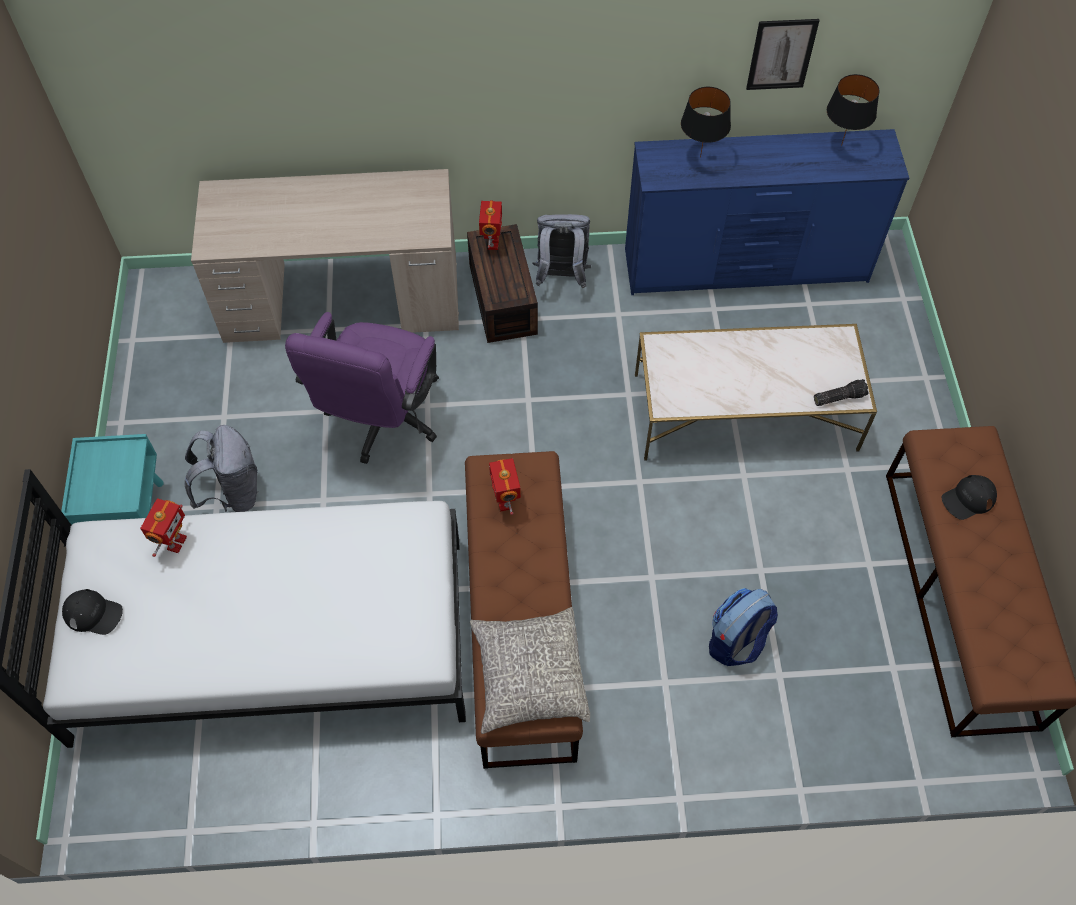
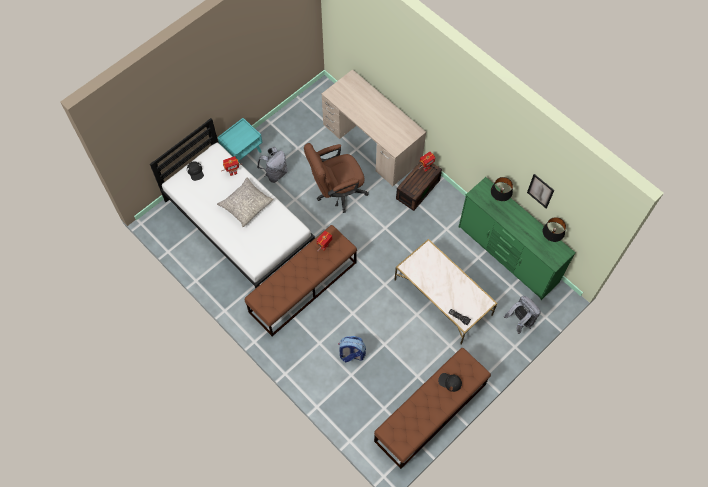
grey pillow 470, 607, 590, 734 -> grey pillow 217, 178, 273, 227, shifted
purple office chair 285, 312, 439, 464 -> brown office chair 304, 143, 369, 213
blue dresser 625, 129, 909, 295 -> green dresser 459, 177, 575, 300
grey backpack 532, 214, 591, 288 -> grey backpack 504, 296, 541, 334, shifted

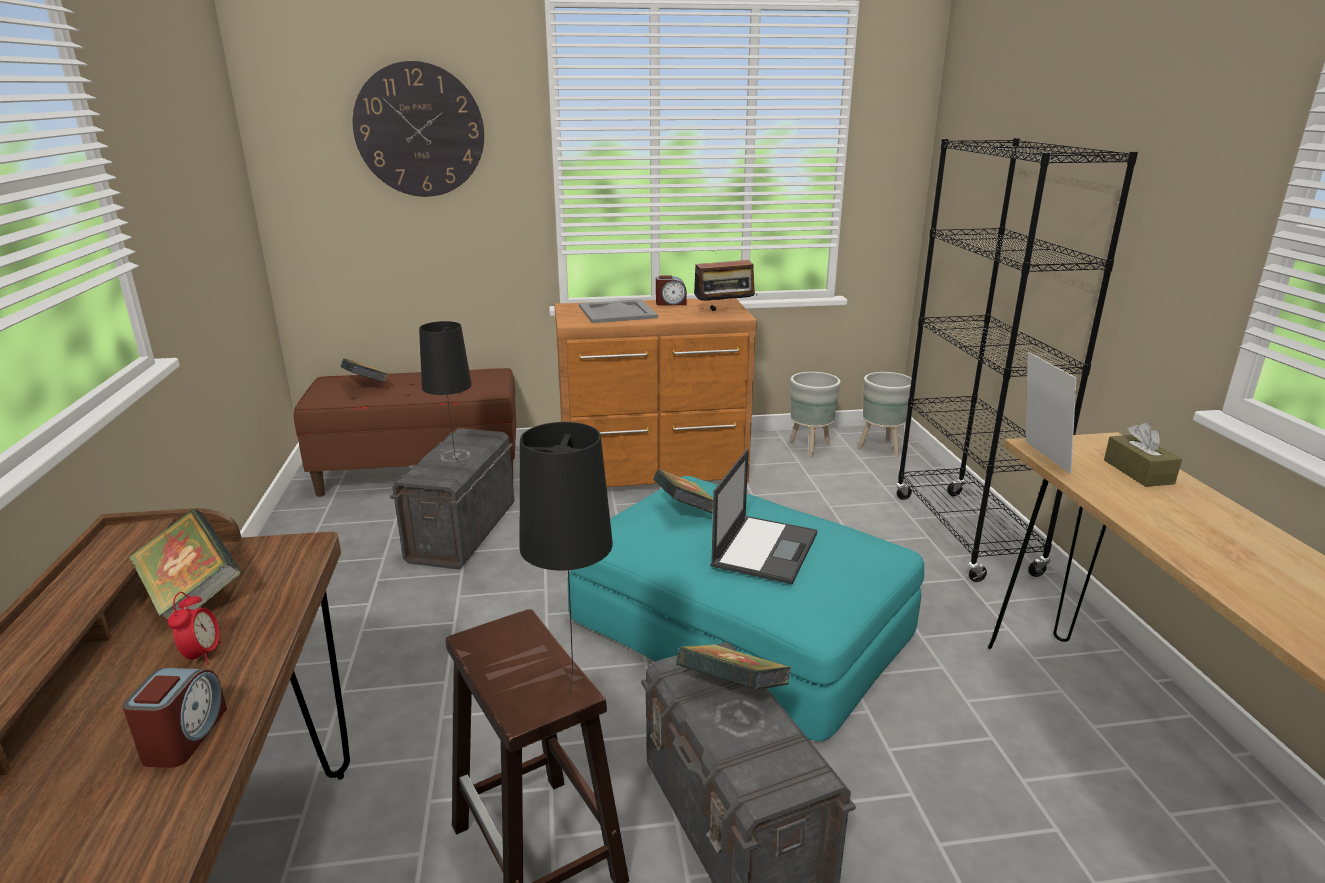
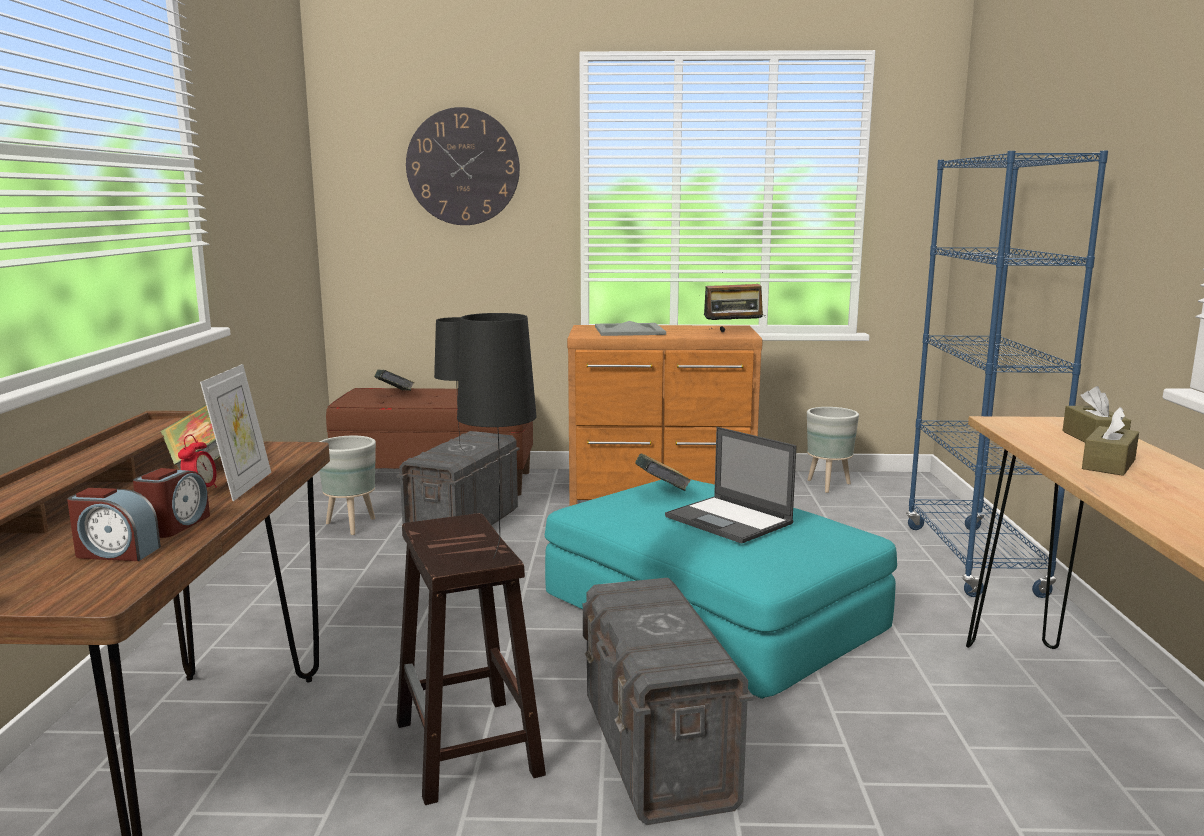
alarm clock 656, 276, 687, 306 -> alarm clock 67, 488, 161, 561, shifted
picture frame 1026, 352, 1076, 474 -> picture frame 200, 364, 271, 501, shifted
grey planter 858, 372, 912, 457 -> grey planter 319, 436, 376, 535, shifted
laptop 711, 449, 817, 584 -> laptop 665, 427, 797, 544, 105 degrees clockwise
black bookcase 895, 138, 1138, 582 -> blue bookcase 906, 151, 1108, 598
none -> brown tissue box 1082, 407, 1139, 476
book 676, 644, 791, 689 -> none

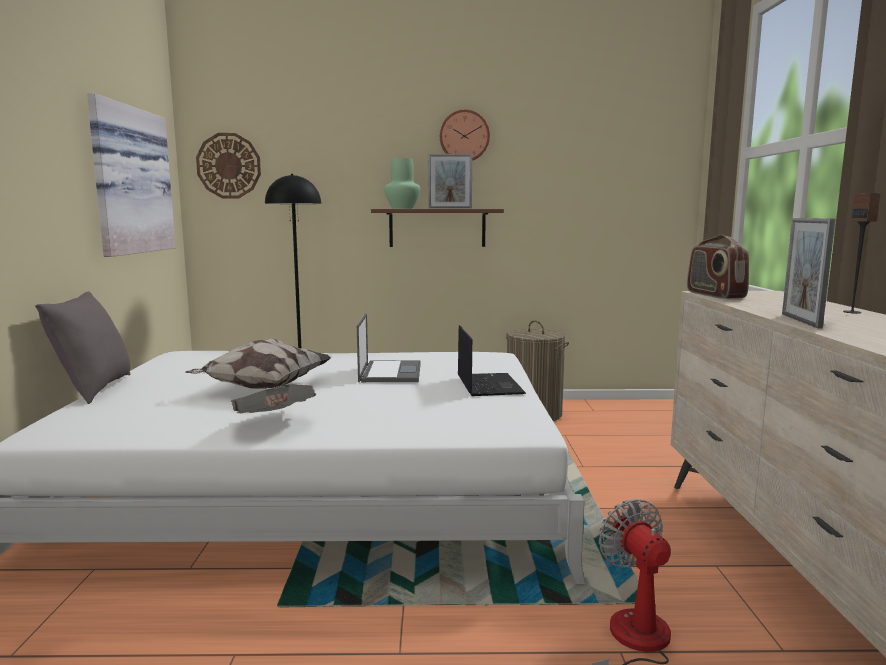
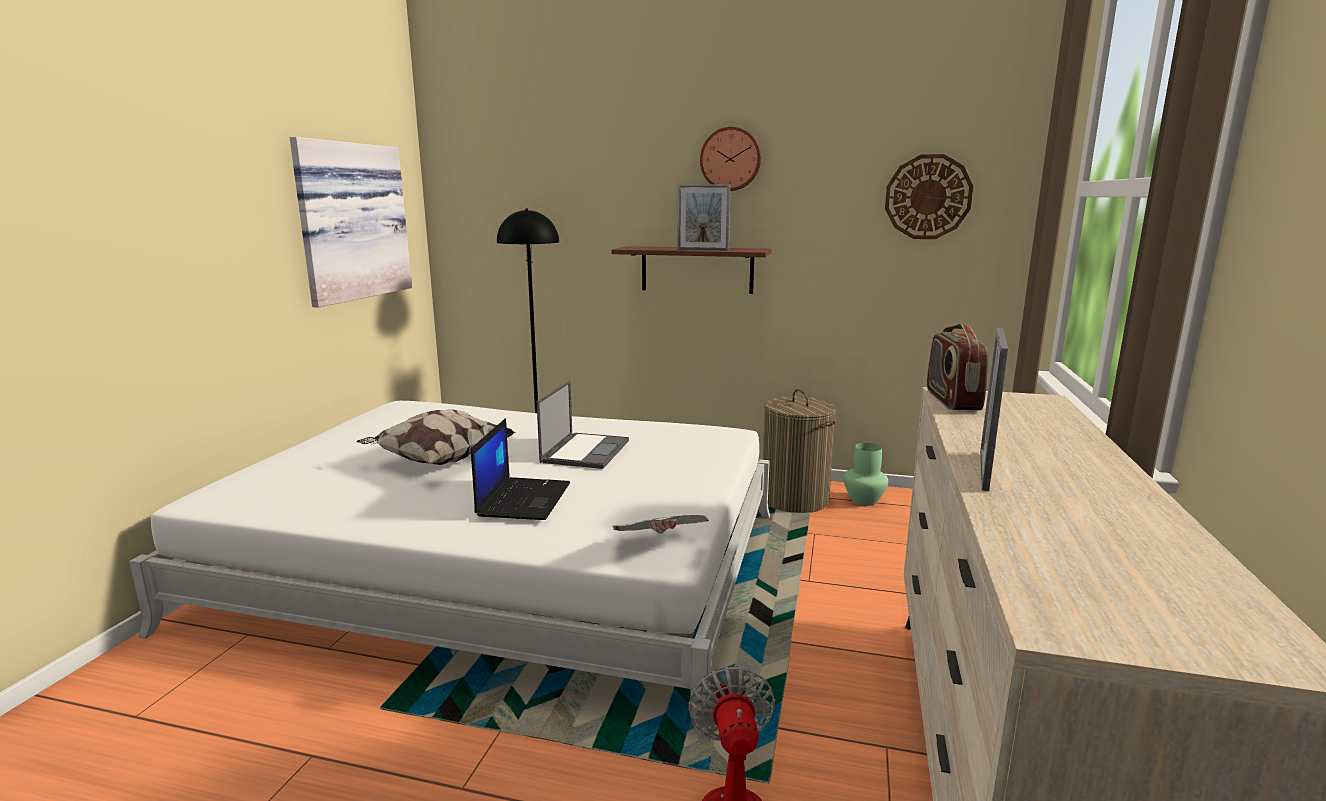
laptop 458, 325, 526, 396 -> laptop 471, 418, 570, 520, shifted
newspaper 231, 384, 316, 413 -> newspaper 612, 515, 709, 534, shifted
green vase 384, 158, 421, 209 -> green vase 844, 443, 888, 506, shifted
wall clock 196, 133, 261, 198 -> wall clock 885, 154, 973, 239, shifted
grey pillow 35, 291, 131, 404 -> none
speaker 843, 193, 881, 314 -> none

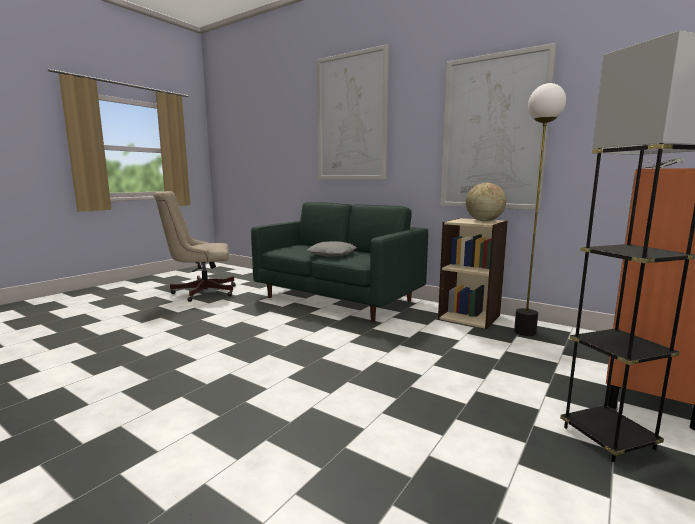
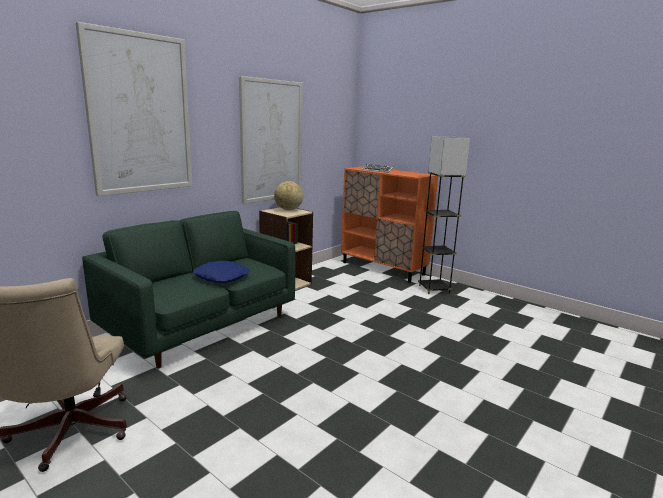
grey pillow 307, 241, 357, 257 -> blue pillow 193, 261, 250, 283
floor lamp 514, 83, 566, 336 -> none

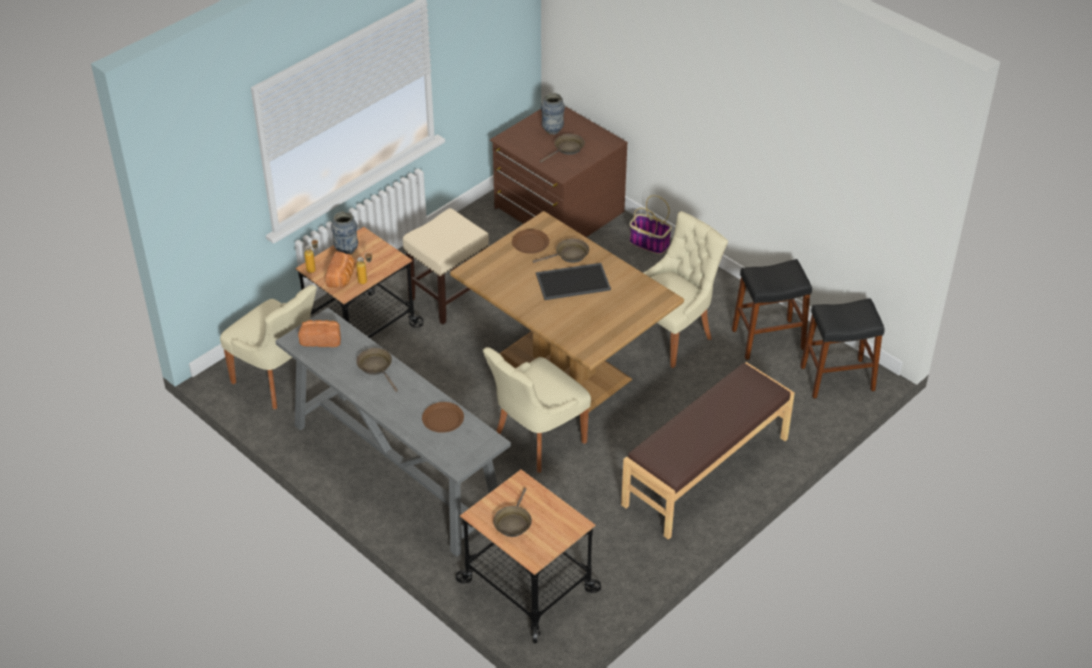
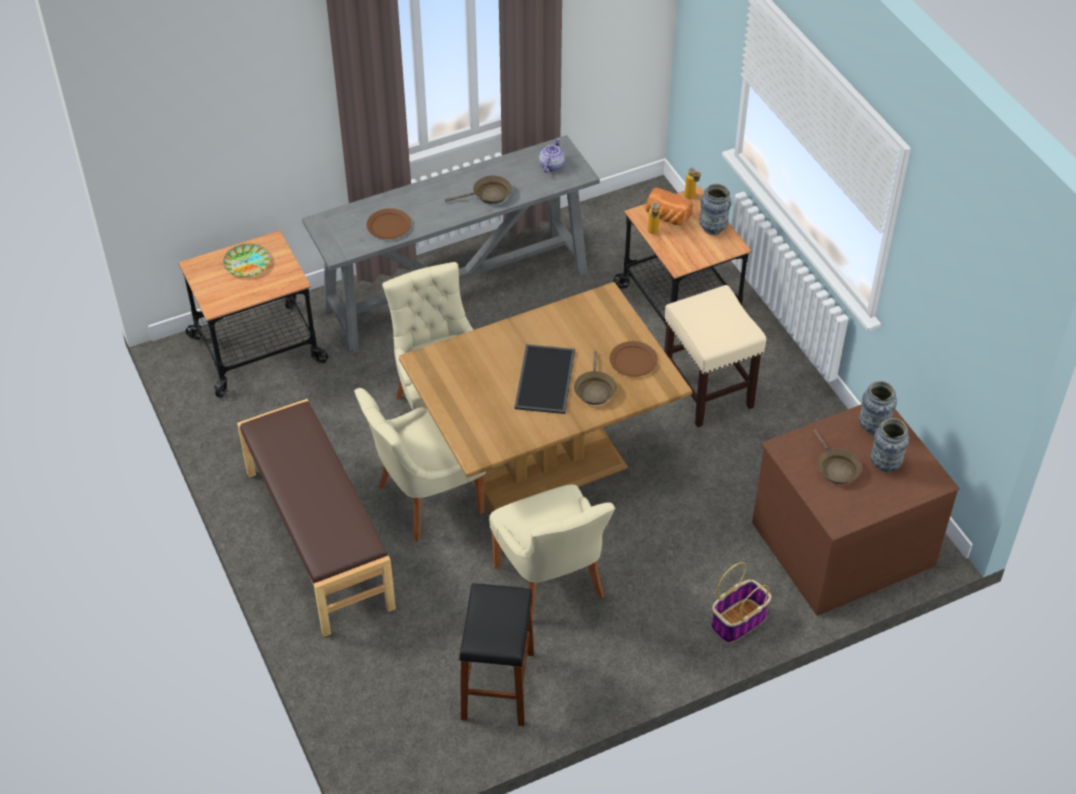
brown frying pan 493, 488, 532, 537 -> plate 223, 244, 270, 277
beige chair 220, 285, 317, 409 -> beige chair 354, 388, 486, 541, shifted
bread 298, 320, 341, 347 -> teapot 539, 138, 565, 173
none -> vase 859, 381, 897, 435
black stool 800, 298, 885, 399 -> none

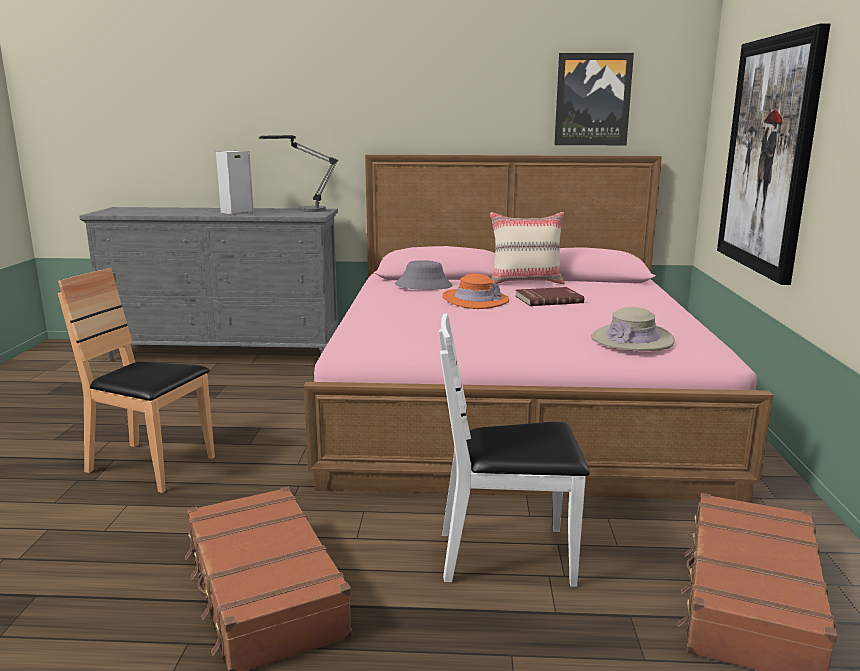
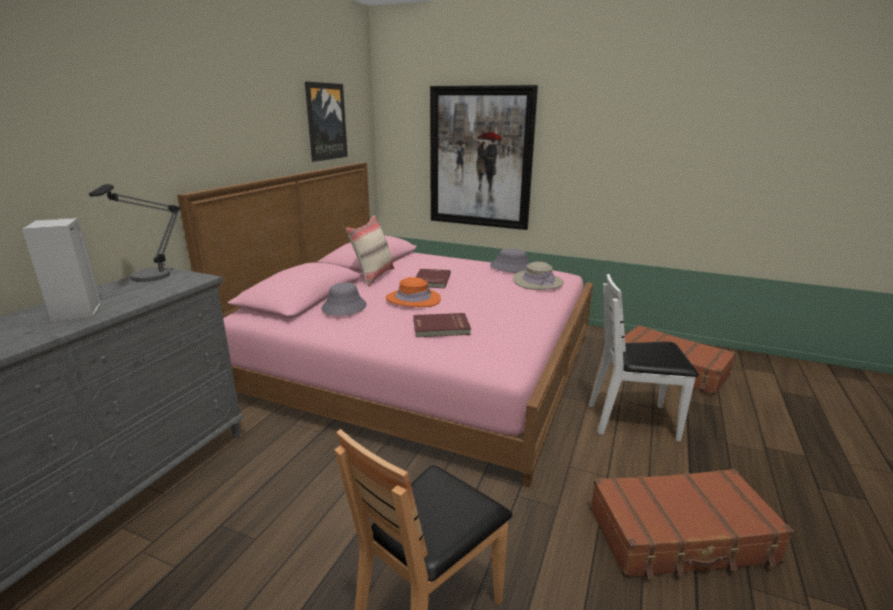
none -> red book 413, 313, 471, 337
none -> grey hat 490, 249, 529, 273
white chair 439, 313, 590, 587 -> white chair 589, 274, 699, 441, 75 degrees clockwise

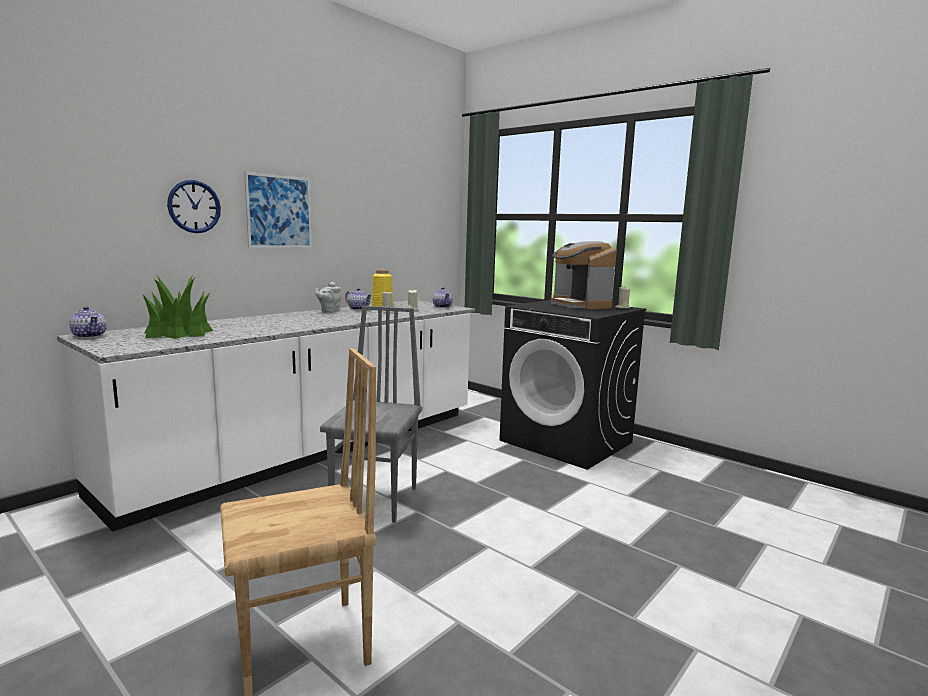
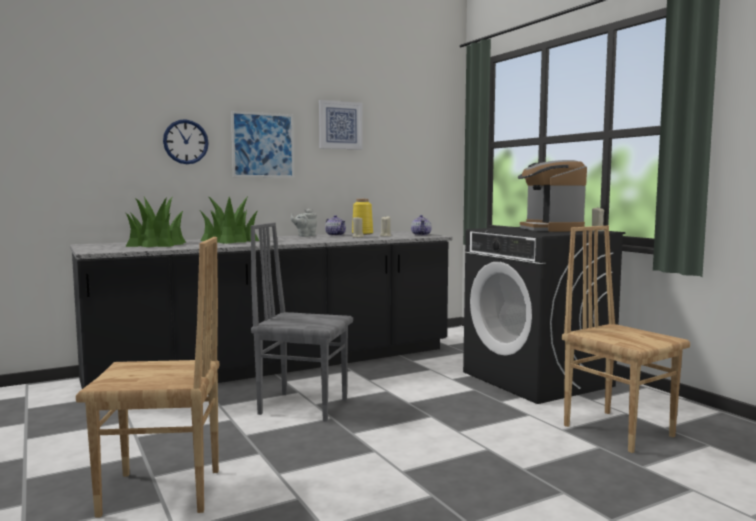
white counter 57, 300, 475, 532 -> black counter 70, 231, 452, 389
none -> potted plant 200, 196, 259, 244
grey chair 320, 306, 422, 523 -> grey chair 251, 223, 353, 422, 105 degrees counterclockwise
none -> picture 319, 100, 363, 150
none -> brown chair 562, 226, 690, 453
teapot 69, 306, 107, 338 -> none

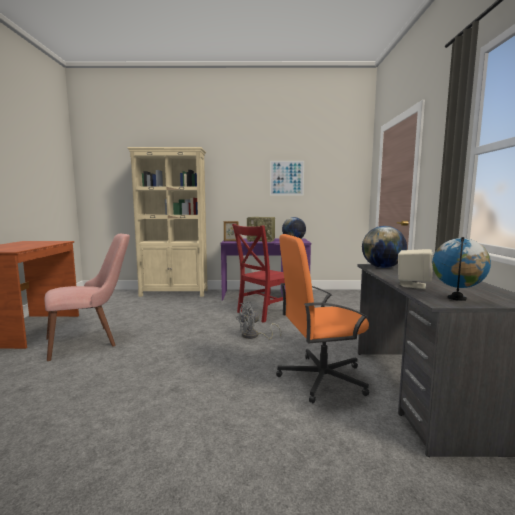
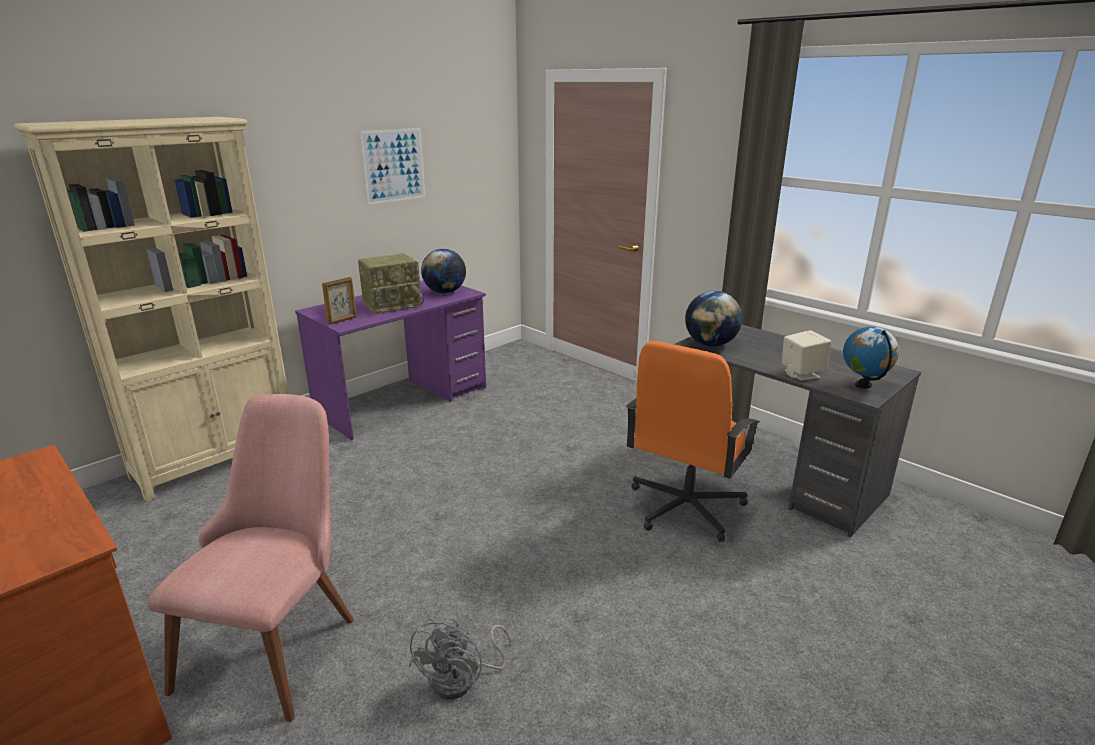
grey fan 236, 301, 281, 339 -> grey fan 409, 617, 512, 700, shifted
red chair 232, 224, 286, 323 -> none

